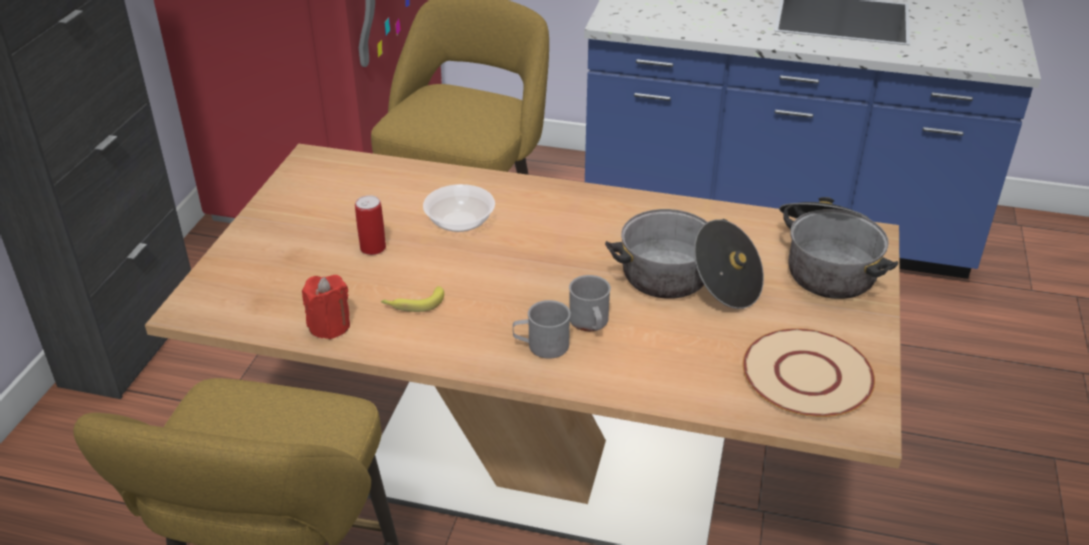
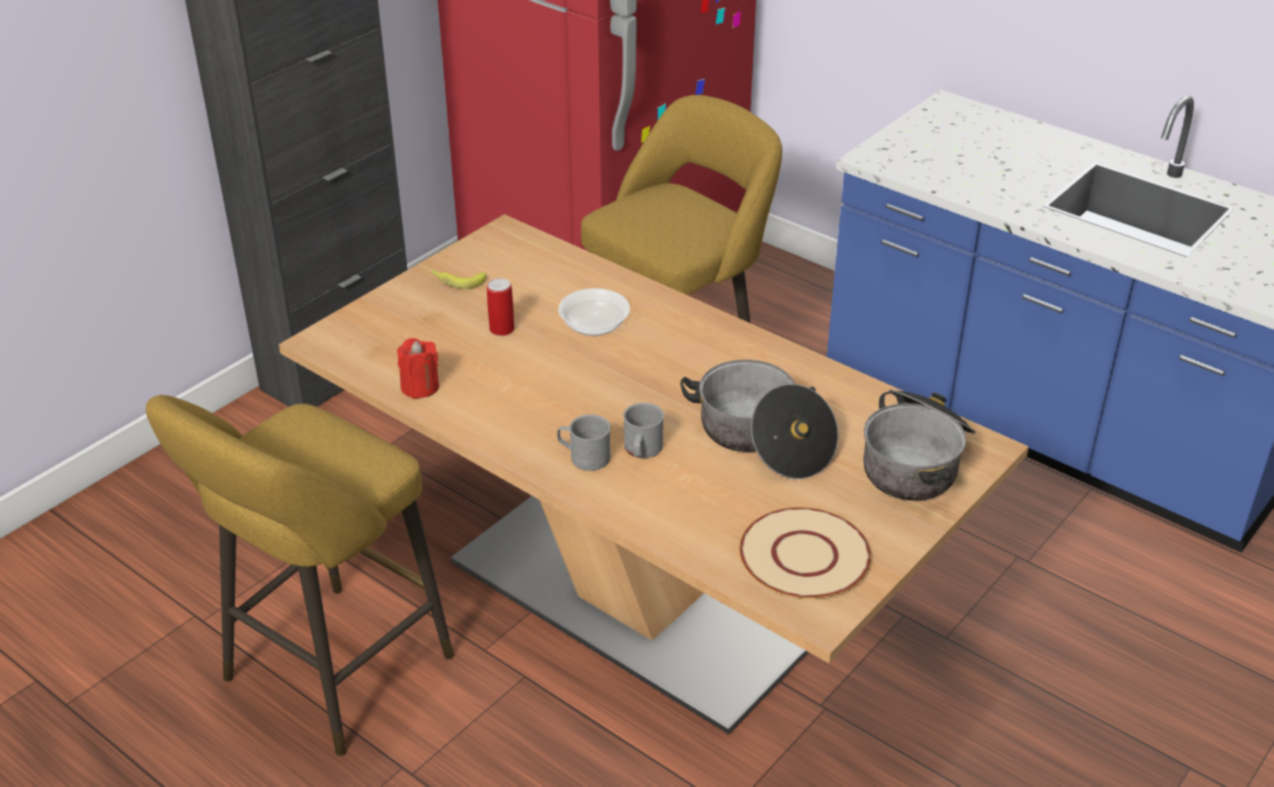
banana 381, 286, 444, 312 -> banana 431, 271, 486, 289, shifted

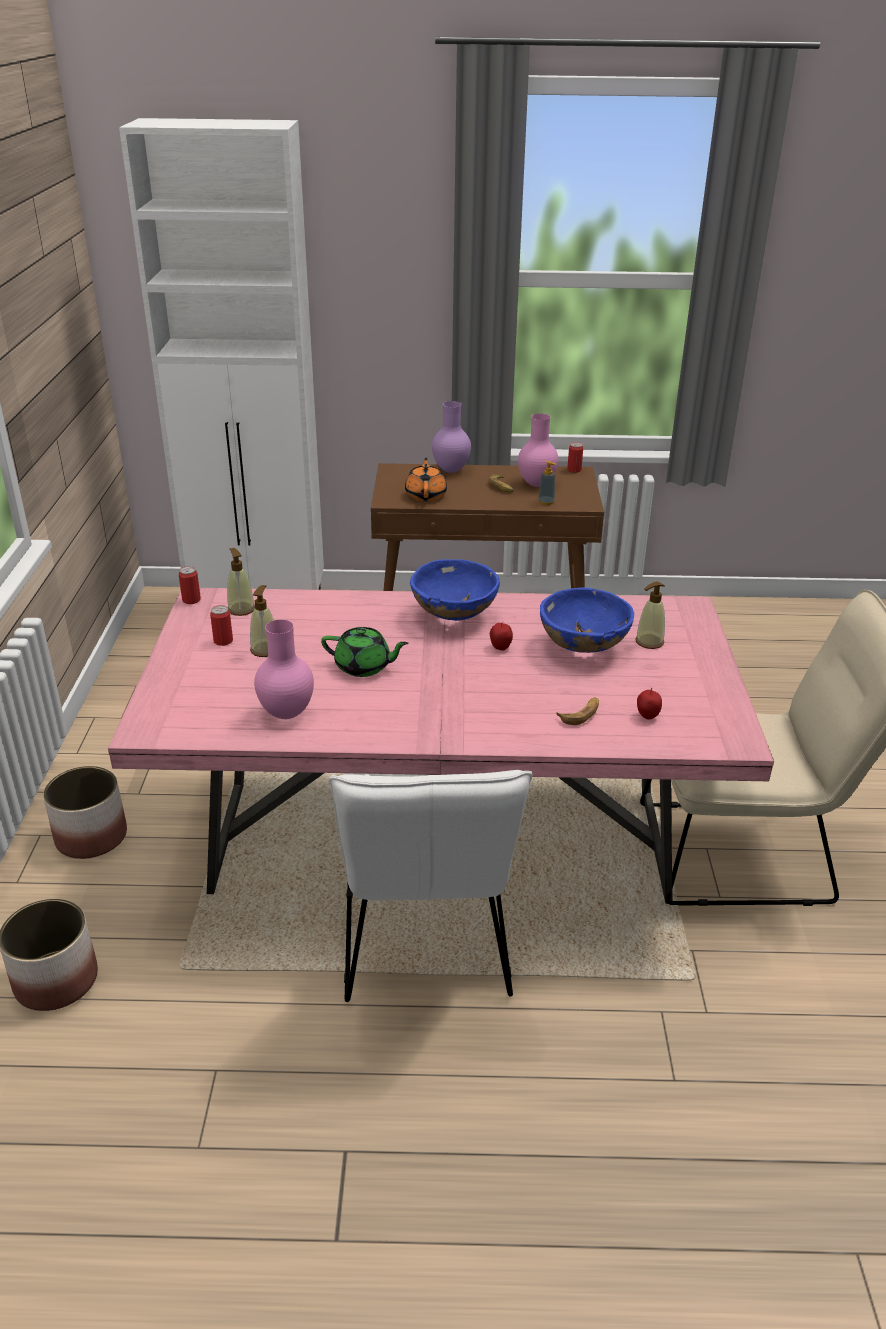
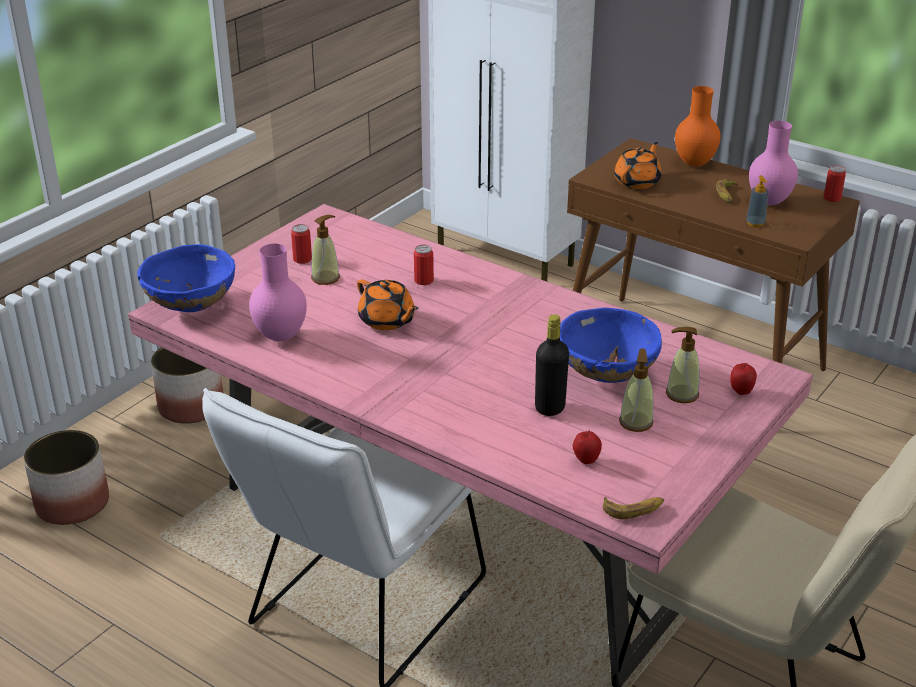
blue bowl 410, 559, 500, 621 -> blue bowl 137, 244, 235, 312, shifted
green teapot 321, 627, 408, 677 -> orange teapot 357, 280, 419, 330
can 179, 566, 201, 604 -> can 414, 245, 434, 285, shifted
none -> black bottle 535, 314, 569, 416
banana 556, 698, 599, 725 -> banana 603, 497, 664, 519, shifted
soap dispenser 227, 548, 255, 616 -> soap dispenser 619, 348, 653, 432, shifted
purple vase 432, 401, 471, 473 -> orange vase 675, 86, 721, 167
apple 490, 621, 513, 651 -> apple 730, 363, 757, 395, shifted

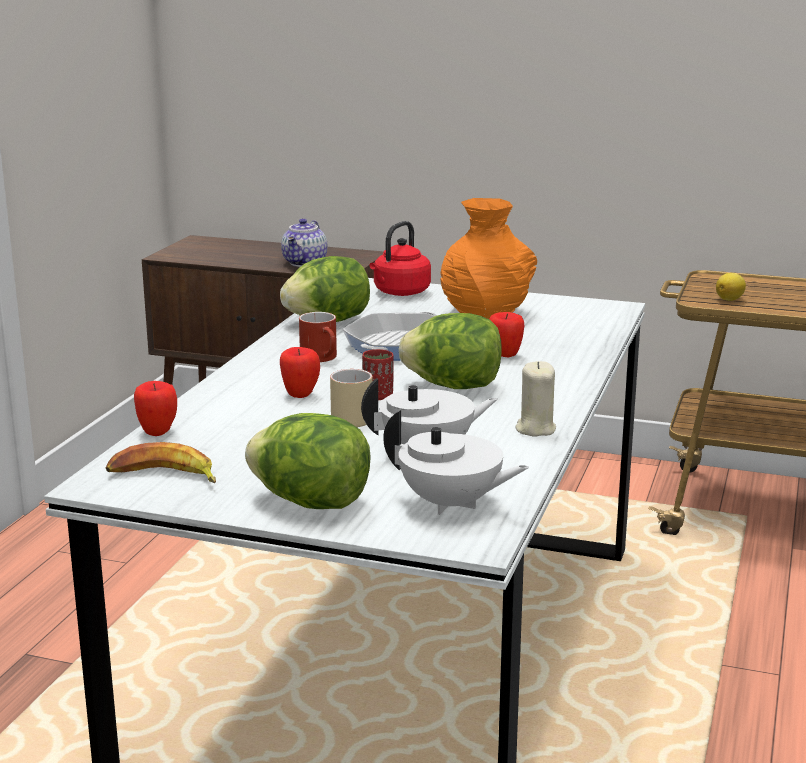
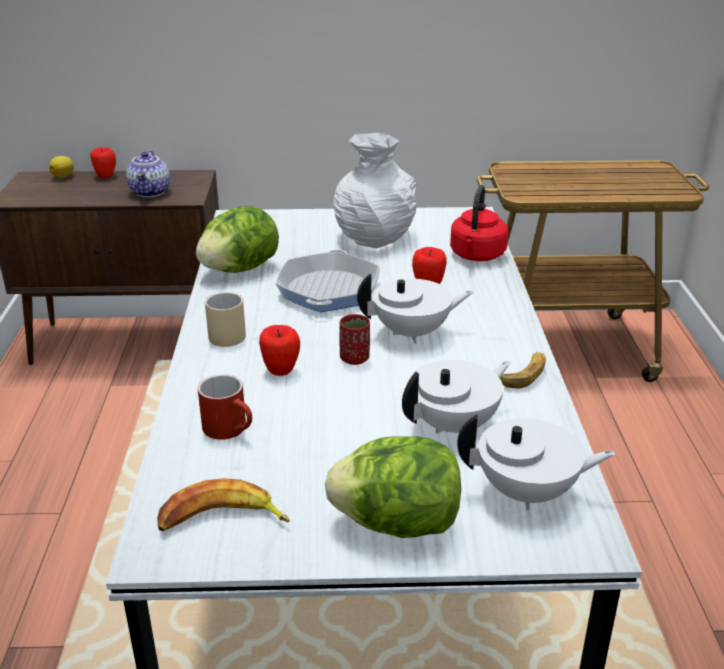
lemon 716, 273, 746, 301 -> lemon 49, 156, 74, 178, shifted
apple 134, 381, 177, 436 -> apple 90, 147, 116, 178, shifted
red mug 299, 312, 337, 362 -> red mug 198, 374, 252, 440, shifted
beige mug 330, 369, 373, 427 -> beige mug 205, 292, 246, 347, shifted
orange vase 440, 198, 537, 319 -> white vase 334, 133, 416, 248
lettuce 399, 313, 501, 389 -> white teapot 357, 273, 473, 344
red kettle 369, 221, 431, 296 -> red kettle 450, 185, 508, 261, shifted
beige candle 515, 361, 556, 436 -> banana 500, 352, 546, 388

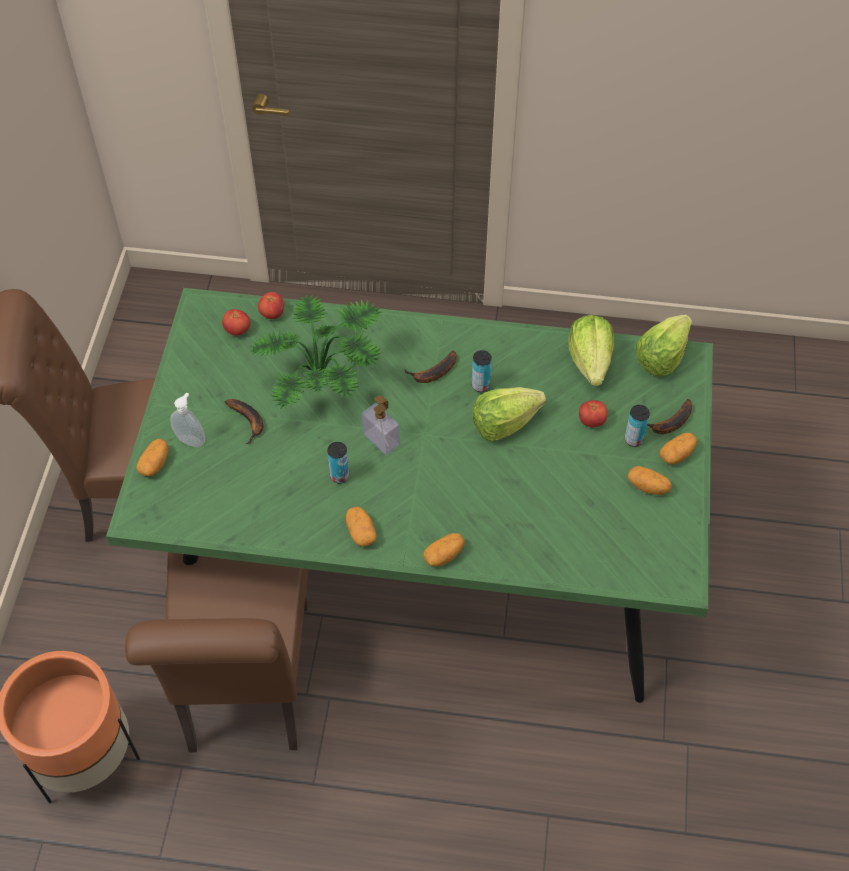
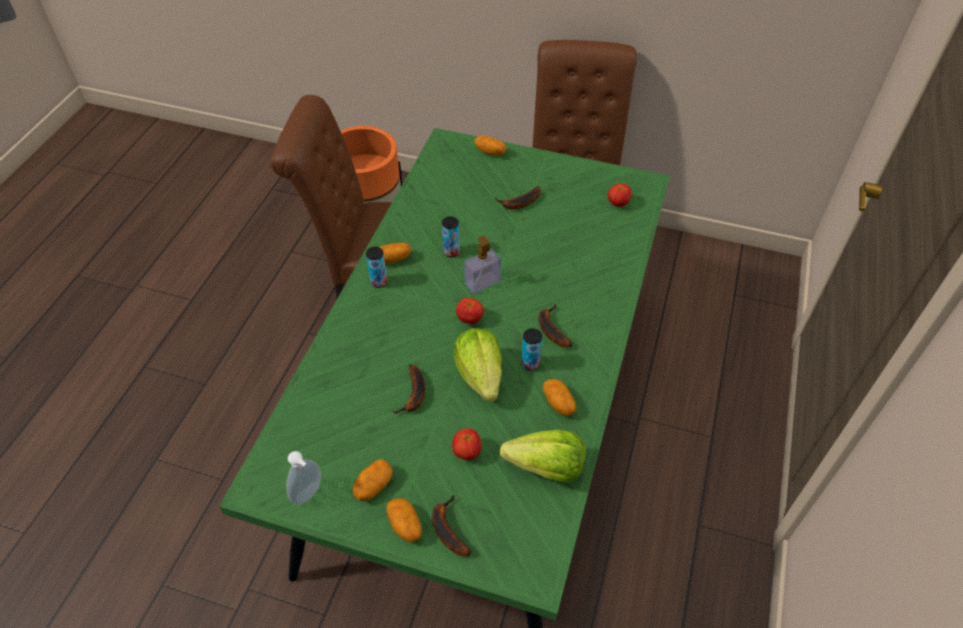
soap dispenser 170, 393, 205, 447 -> soap dispenser 286, 451, 321, 504, shifted
can 625, 405, 650, 447 -> can 366, 247, 387, 288, shifted
none -> banana 391, 364, 425, 414
tomato 258, 292, 284, 319 -> tomato 456, 298, 484, 324, shifted
potato 423, 533, 465, 567 -> potato 543, 379, 576, 416, shifted
potted plant 250, 295, 382, 409 -> none
lettuce 635, 315, 692, 377 -> none

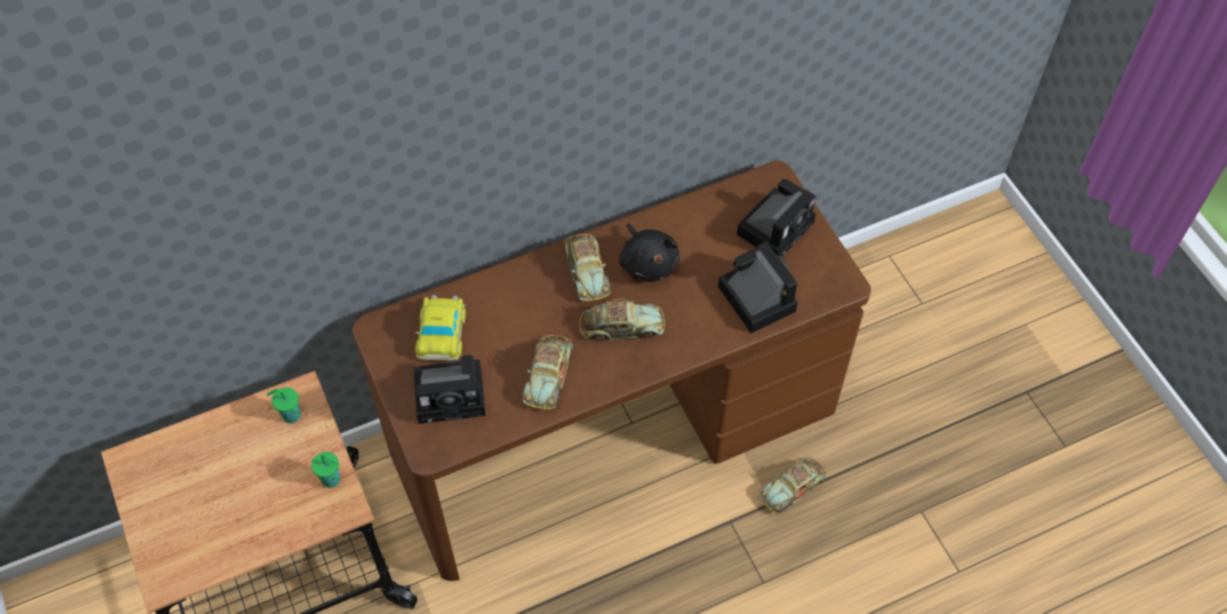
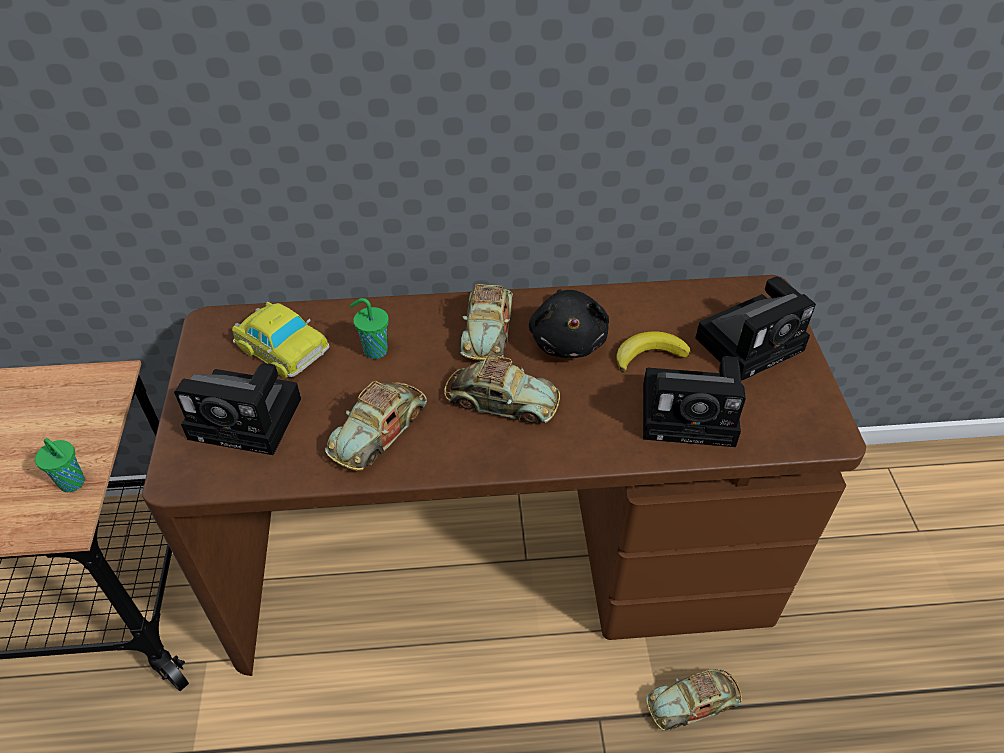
toy car 415, 295, 466, 361 -> toy car 232, 302, 330, 378, 75 degrees counterclockwise
green cup 267, 387, 301, 423 -> green cup 350, 298, 389, 359, shifted
none -> banana 616, 332, 691, 373
photo camera 718, 242, 798, 333 -> photo camera 643, 356, 746, 447, 105 degrees clockwise

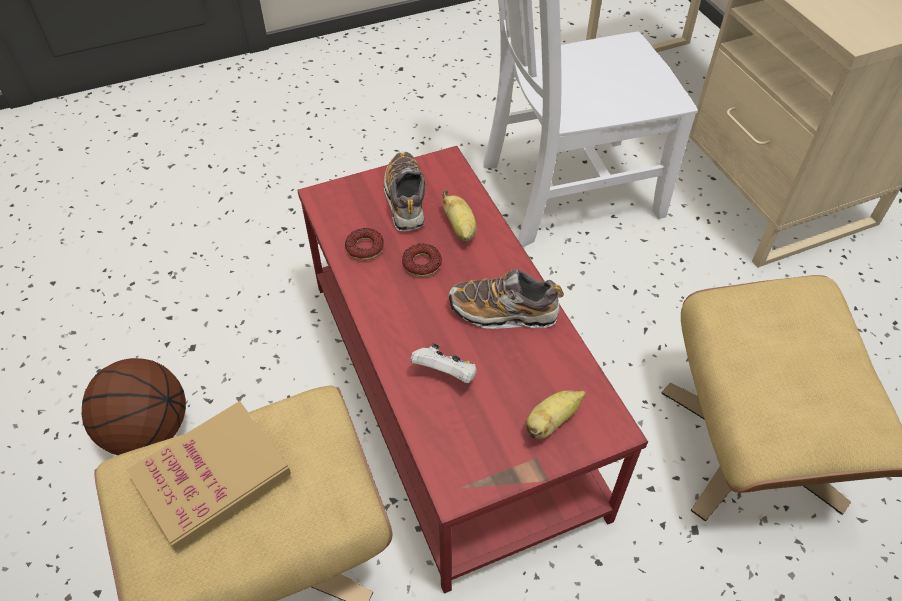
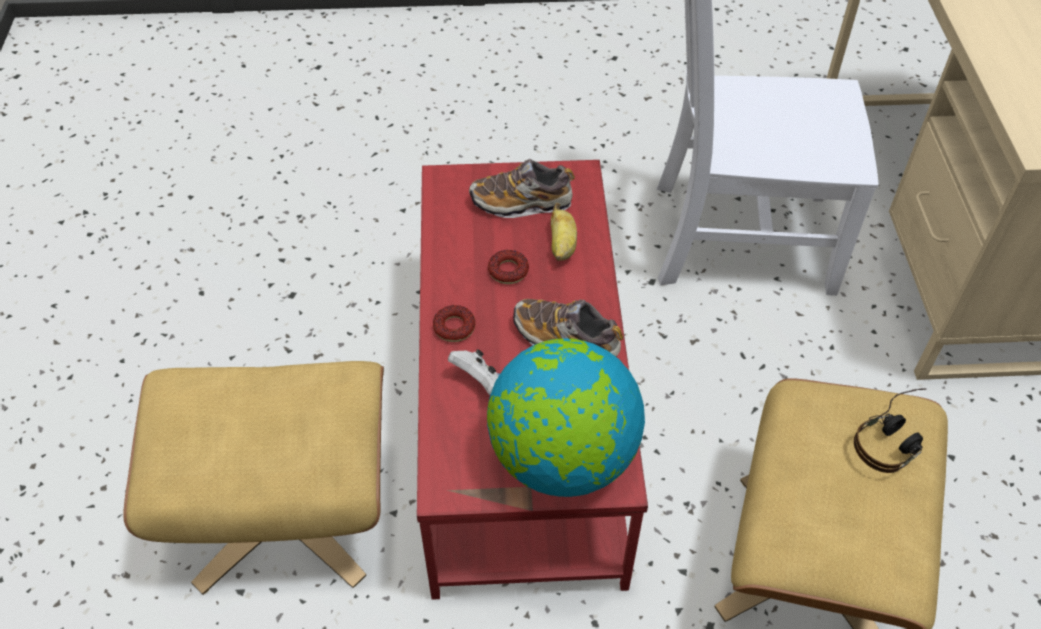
donut 345, 228, 384, 260 -> donut 433, 305, 476, 342, shifted
shoe 384, 152, 425, 231 -> shoe 469, 159, 575, 218, 105 degrees counterclockwise
banana 526, 390, 586, 439 -> globe 487, 338, 645, 497
none -> headphones 854, 389, 926, 473
basketball 82, 358, 186, 455 -> none
book 126, 401, 291, 551 -> none

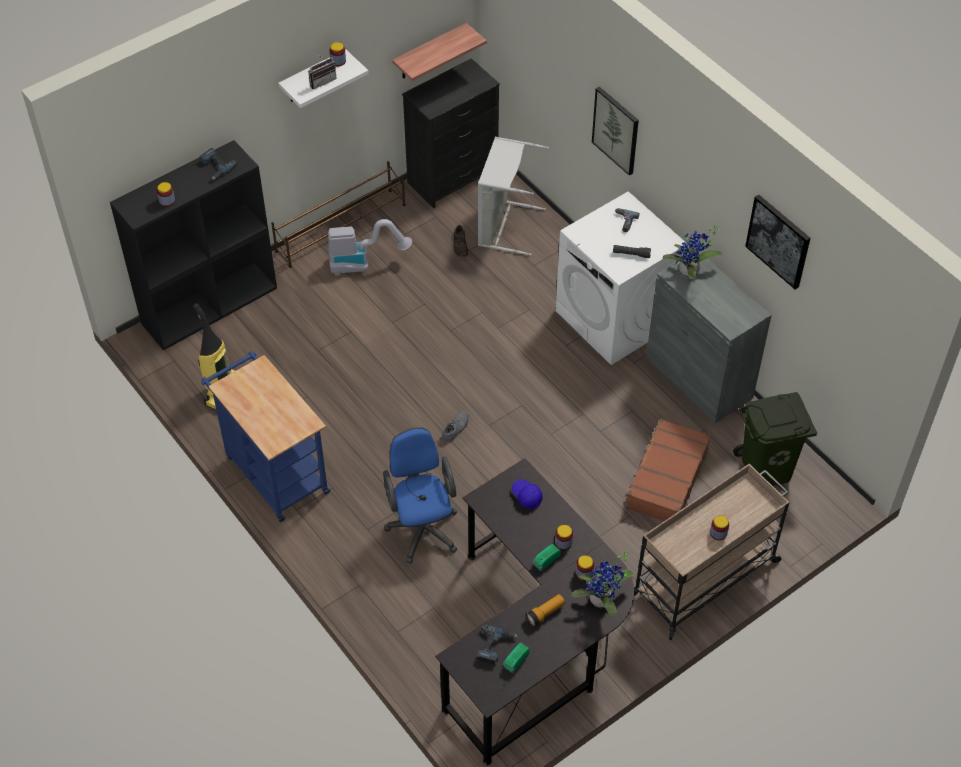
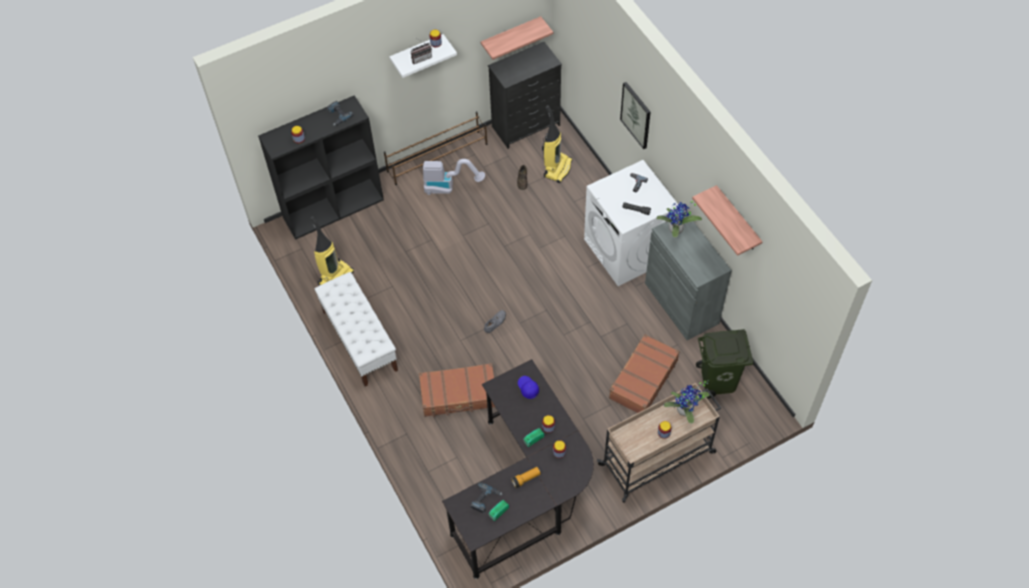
blue cart 201, 351, 330, 522 -> white bench 315, 272, 398, 386
blue office chair 383, 427, 457, 563 -> brown suitcase 419, 363, 495, 417
grey laundry basket 478, 137, 549, 256 -> vacuum cleaner 542, 105, 573, 183
potted plant 571, 551, 633, 616 -> potted plant 664, 380, 710, 424, shifted
picture 745, 194, 810, 289 -> shelf 692, 185, 763, 256

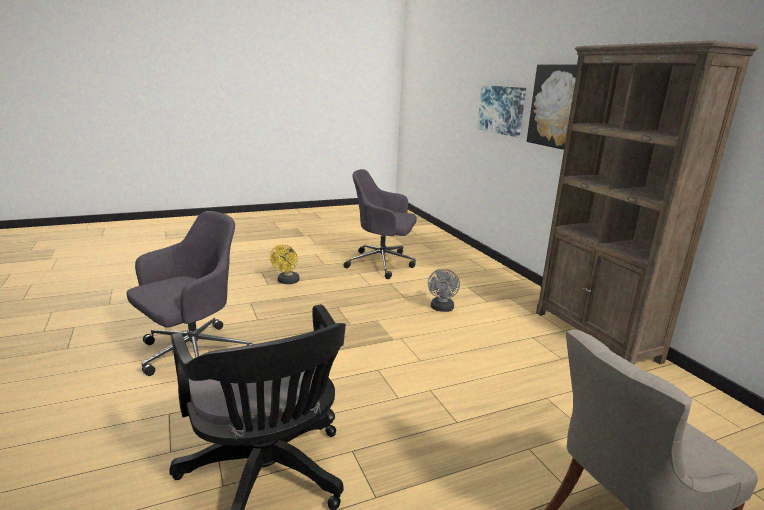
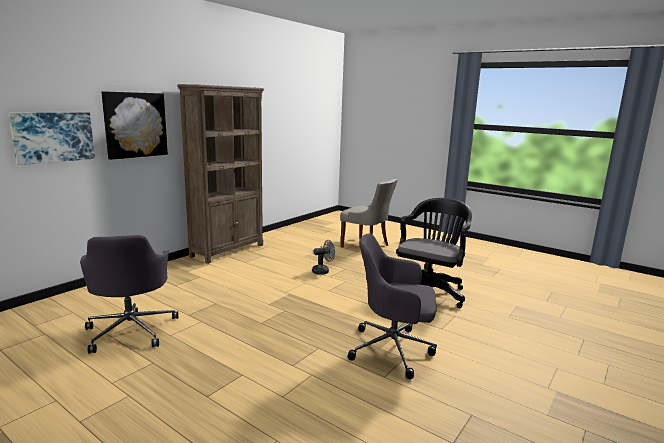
grey fan 428, 269, 460, 312 -> grey fan 312, 240, 335, 275, shifted
yellow fan 270, 245, 300, 284 -> none

